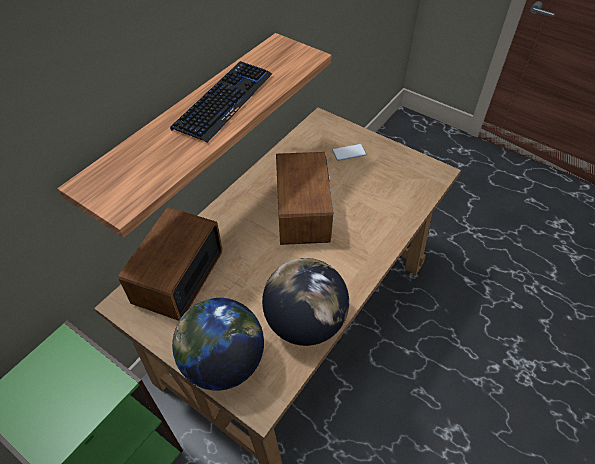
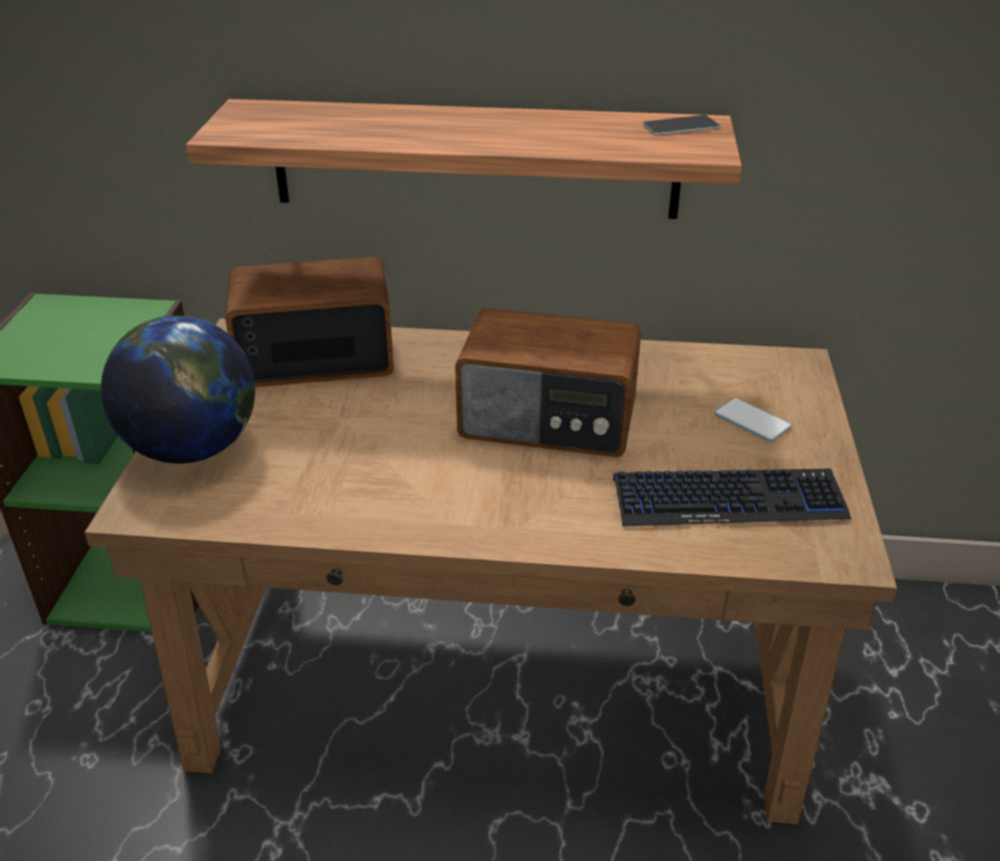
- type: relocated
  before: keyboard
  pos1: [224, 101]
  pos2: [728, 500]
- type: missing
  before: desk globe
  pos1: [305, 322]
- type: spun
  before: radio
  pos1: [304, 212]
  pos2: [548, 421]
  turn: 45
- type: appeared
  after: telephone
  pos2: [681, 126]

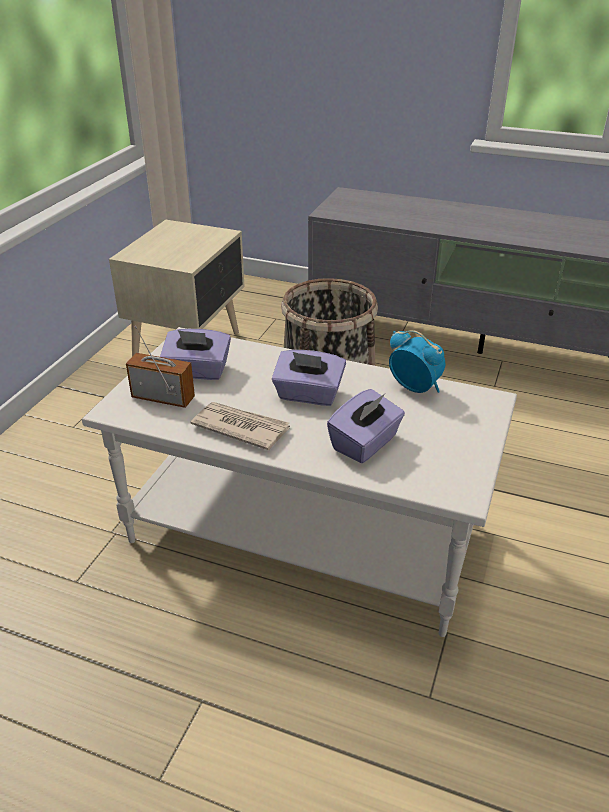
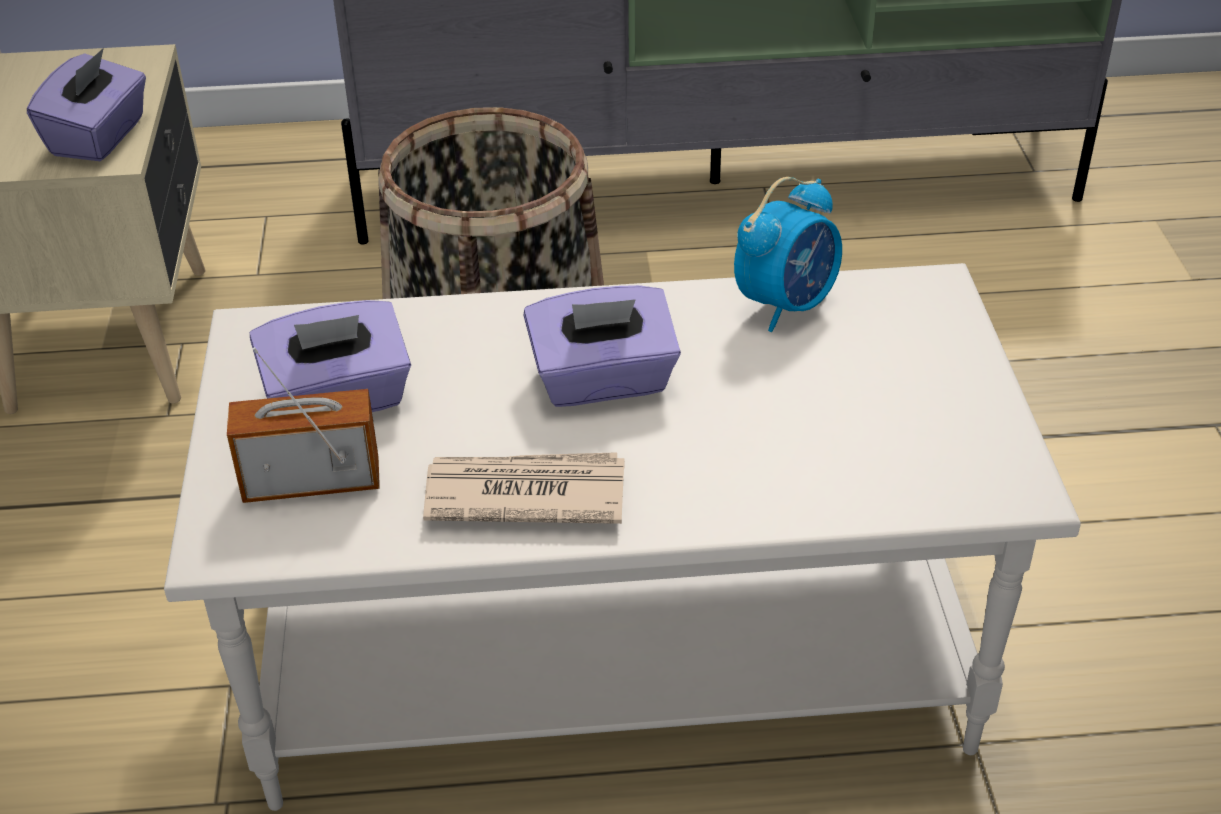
- type: relocated
  before: purple box of tissues
  pos1: [365, 443]
  pos2: [99, 137]
- type: spun
  before: alarm clock
  pos1: [415, 387]
  pos2: [787, 305]
  turn: 120

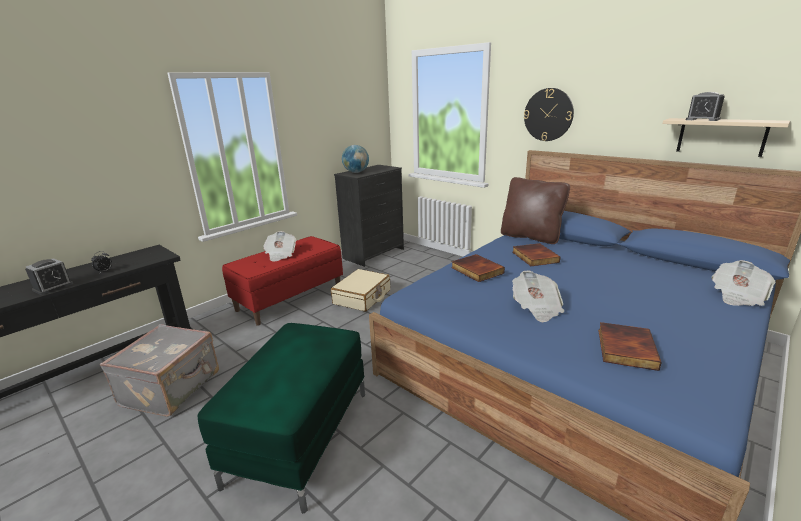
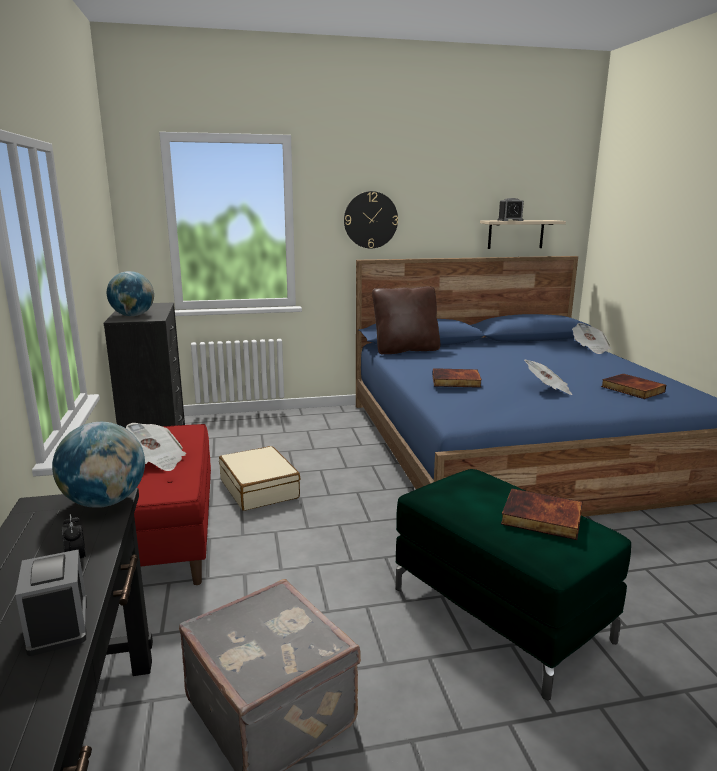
- type: relocated
  before: book
  pos1: [534, 257]
  pos2: [541, 518]
- type: appeared
  after: desk globe
  pos2: [105, 502]

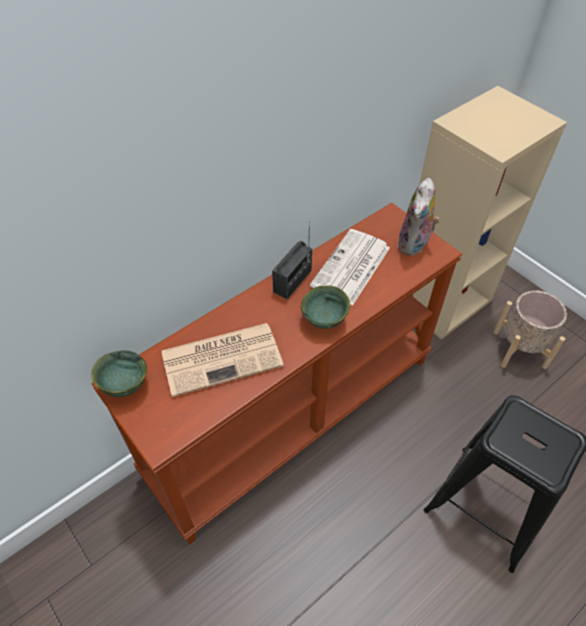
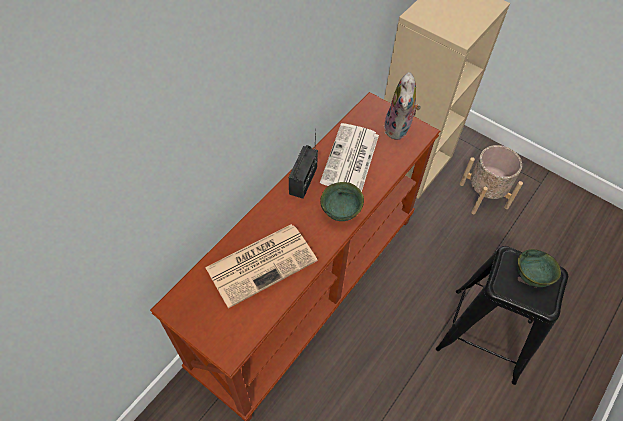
- type: relocated
  before: green bowl
  pos1: [124, 386]
  pos2: [530, 277]

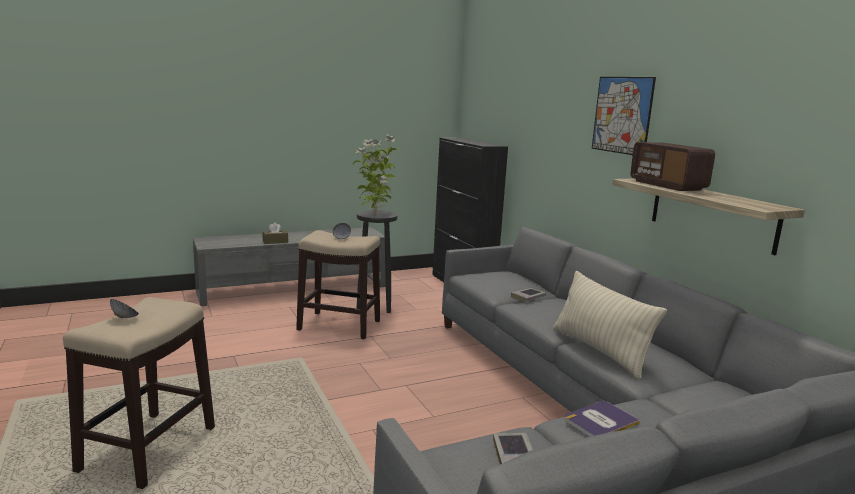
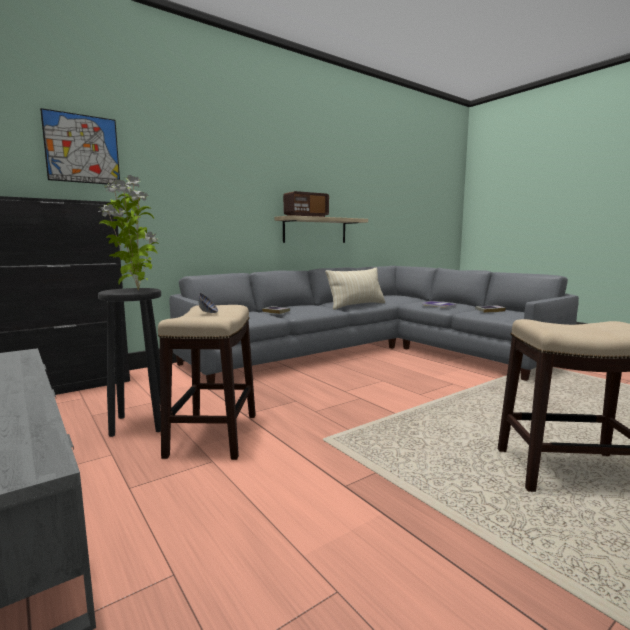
- type: missing
  before: bowl
  pos1: [124, 318]
- type: missing
  before: brownish box of tissues
  pos1: [275, 241]
- type: relocated
  before: picture
  pos1: [622, 115]
  pos2: [82, 149]

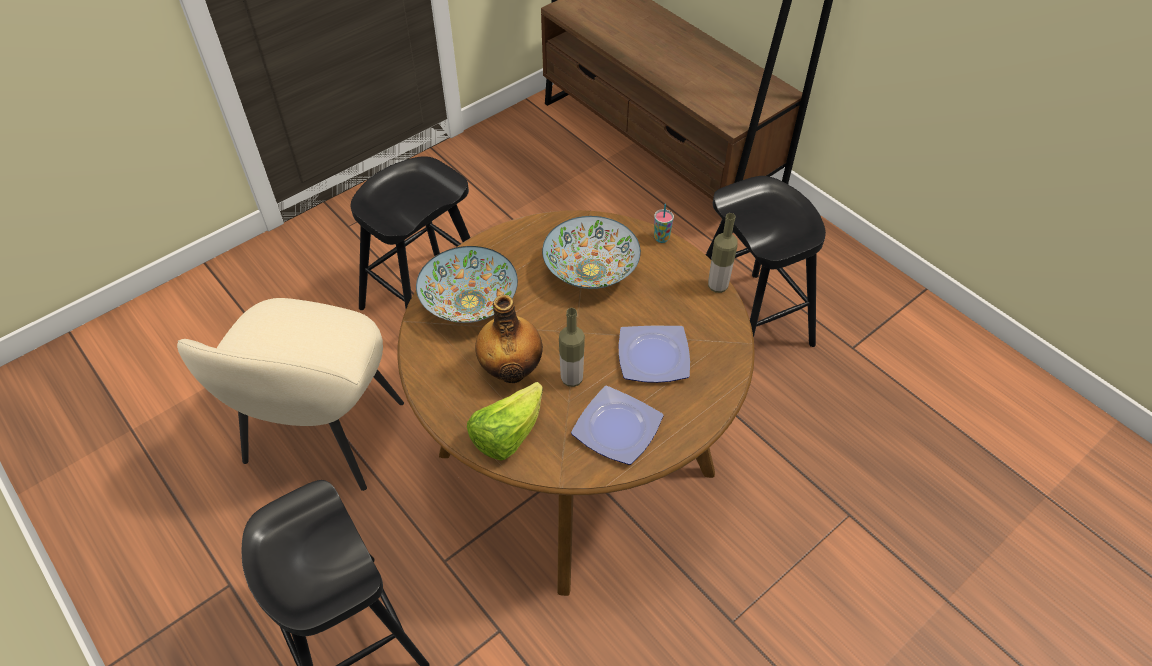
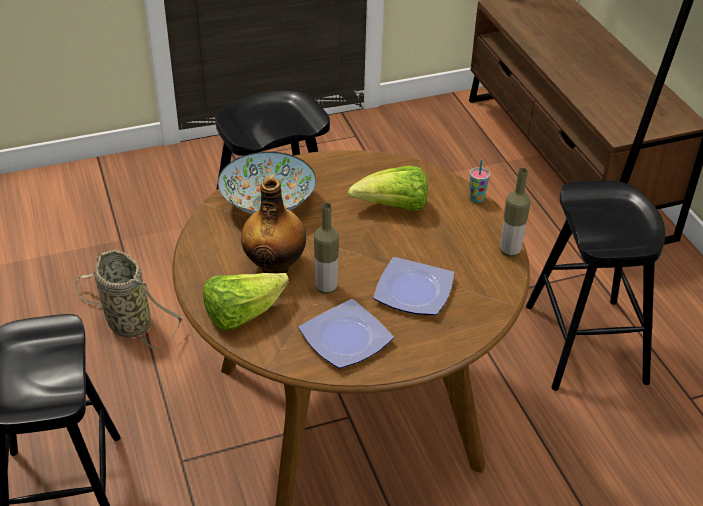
- type: exchanged
  before: beige-coloured upright chair
  after: storage basket
  pos1: [322, 436]
  pos2: [126, 322]
- type: exchanged
  before: bowl
  after: head of lettuce
  pos1: [591, 271]
  pos2: [393, 207]

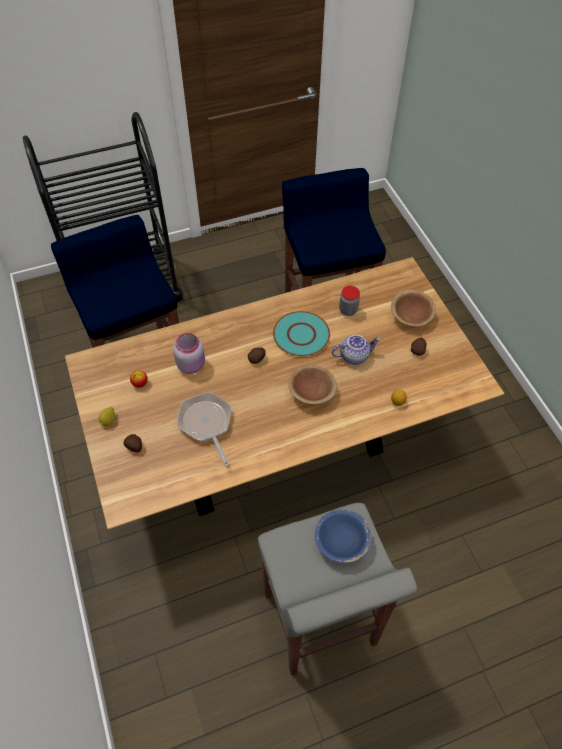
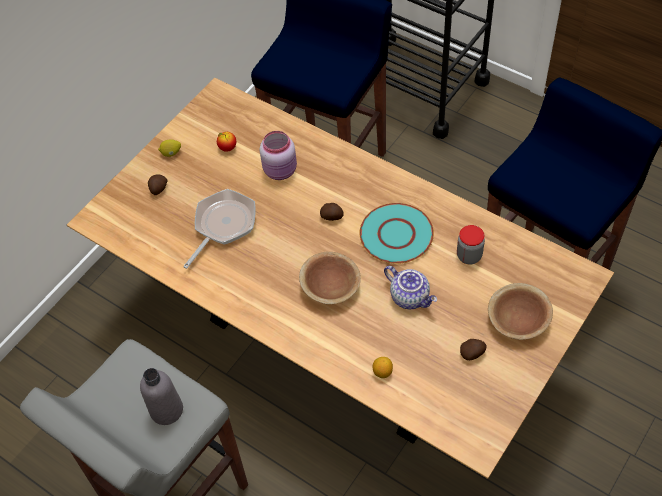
- type: exchanged
  before: blue bowl
  after: grey drink bottle
  pos1: [341, 541]
  pos2: [166, 410]

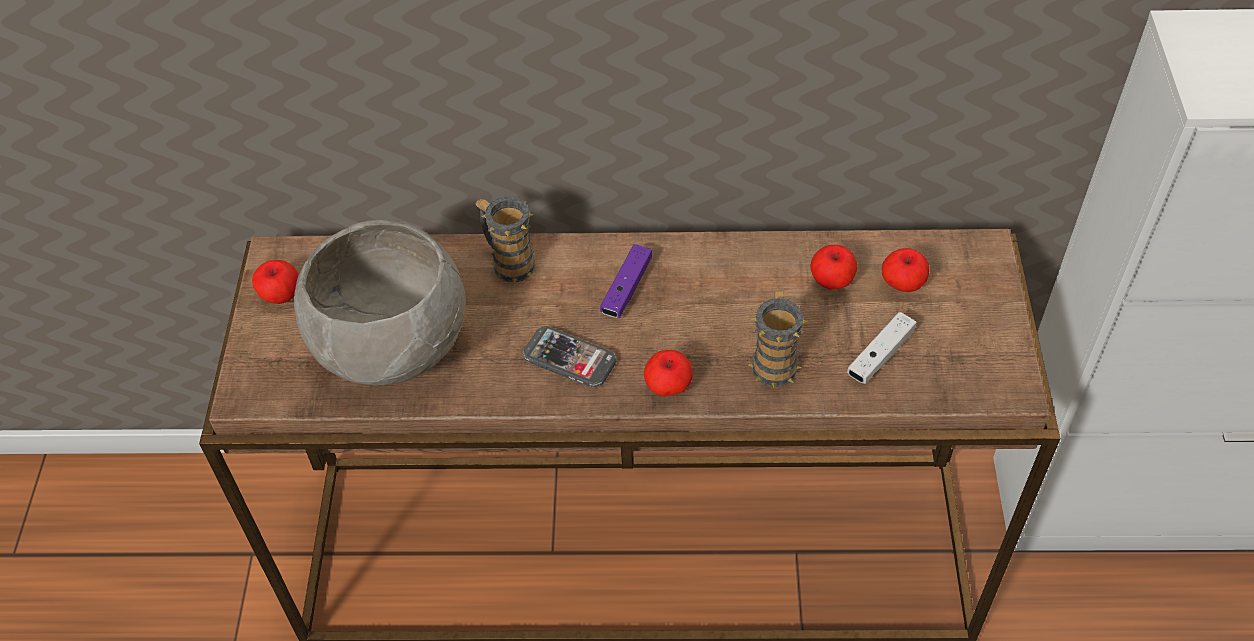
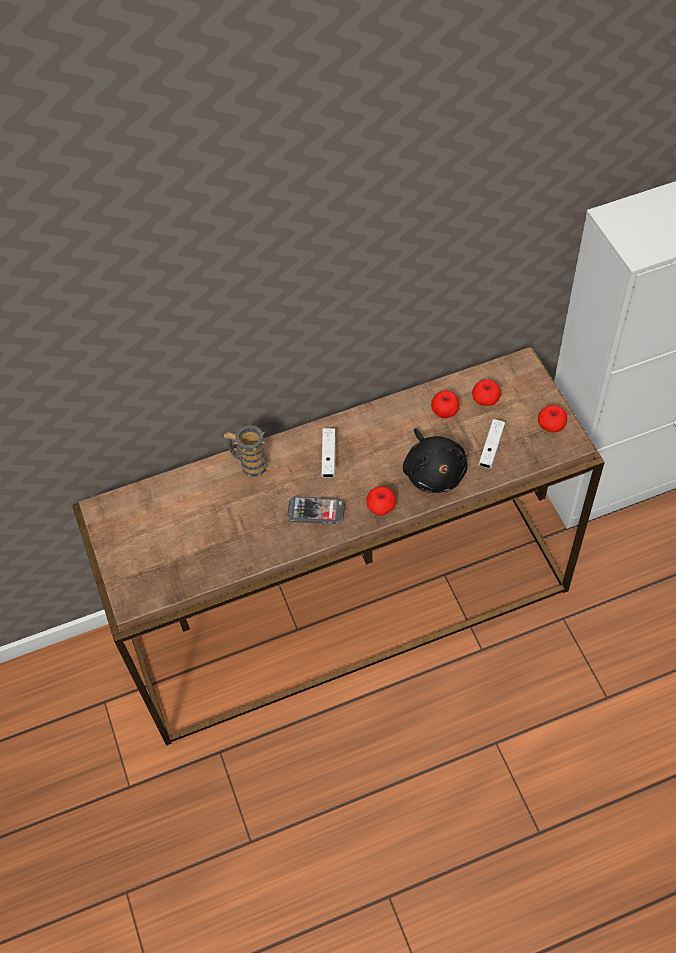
- type: relocated
  before: apple
  pos1: [281, 295]
  pos2: [550, 426]
- type: missing
  before: grey bowl
  pos1: [394, 346]
- type: colour
  before: purple joypad
  after: white-coloured joypad
  pos1: [627, 288]
  pos2: [328, 456]
- type: exchanged
  before: tea mug
  after: black cuddly toy
  pos1: [774, 361]
  pos2: [434, 472]

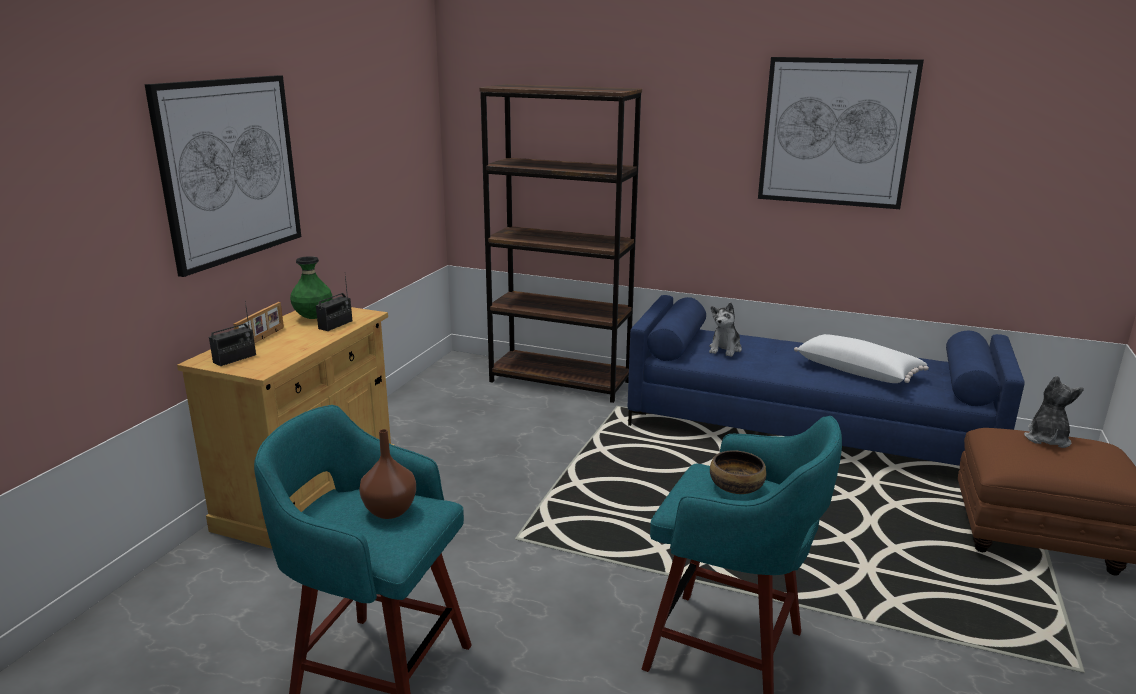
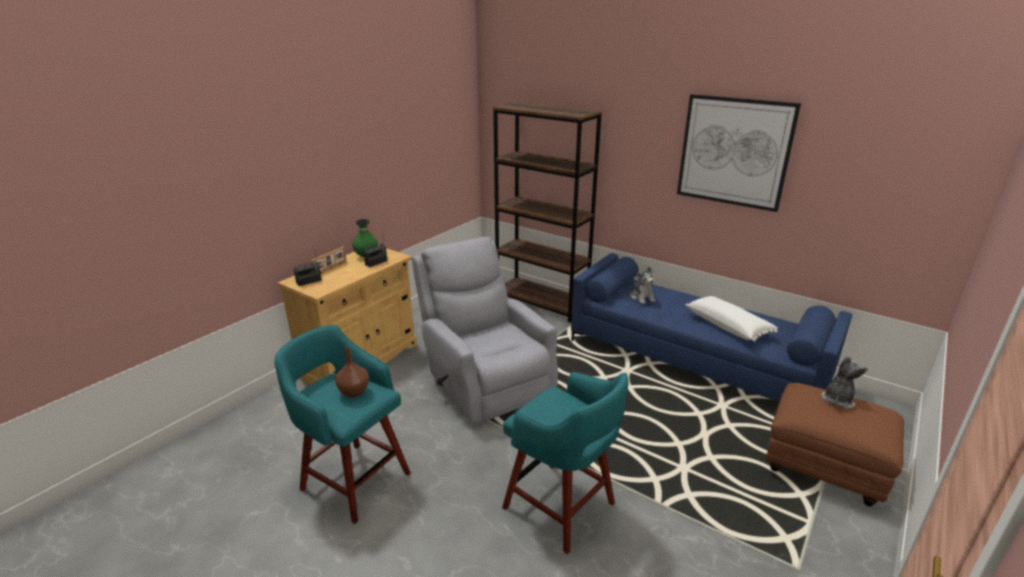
- type: missing
  before: picture
  pos1: [230, 170]
- type: spun
  before: cuddly toy
  pos1: [725, 349]
  pos2: [642, 297]
  turn: -60
- type: missing
  before: bowl
  pos1: [735, 486]
- type: appeared
  after: grey easy chair
  pos2: [484, 379]

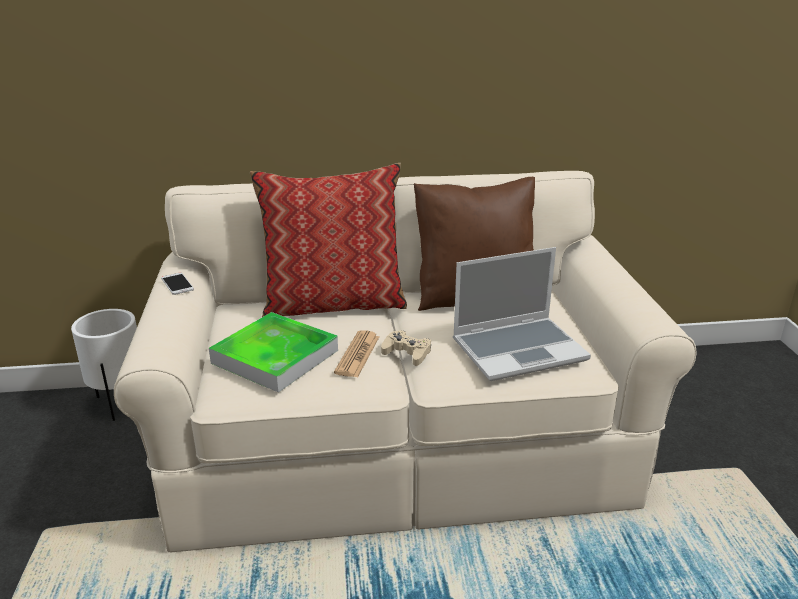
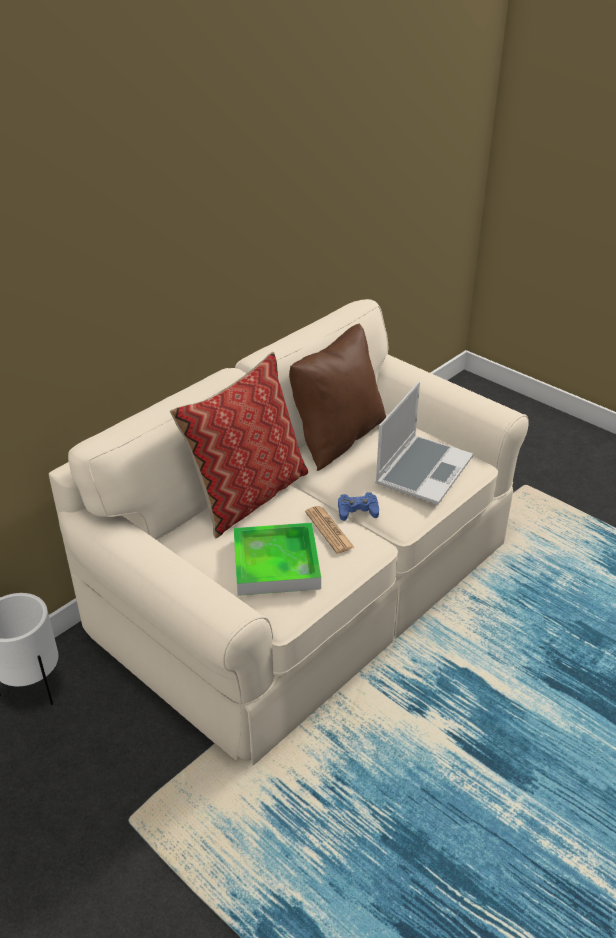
- type: missing
  before: telephone
  pos1: [177, 284]
- type: colour
  before: beige-coloured joypad
  after: blue joypad
  pos1: [407, 353]
  pos2: [357, 510]

